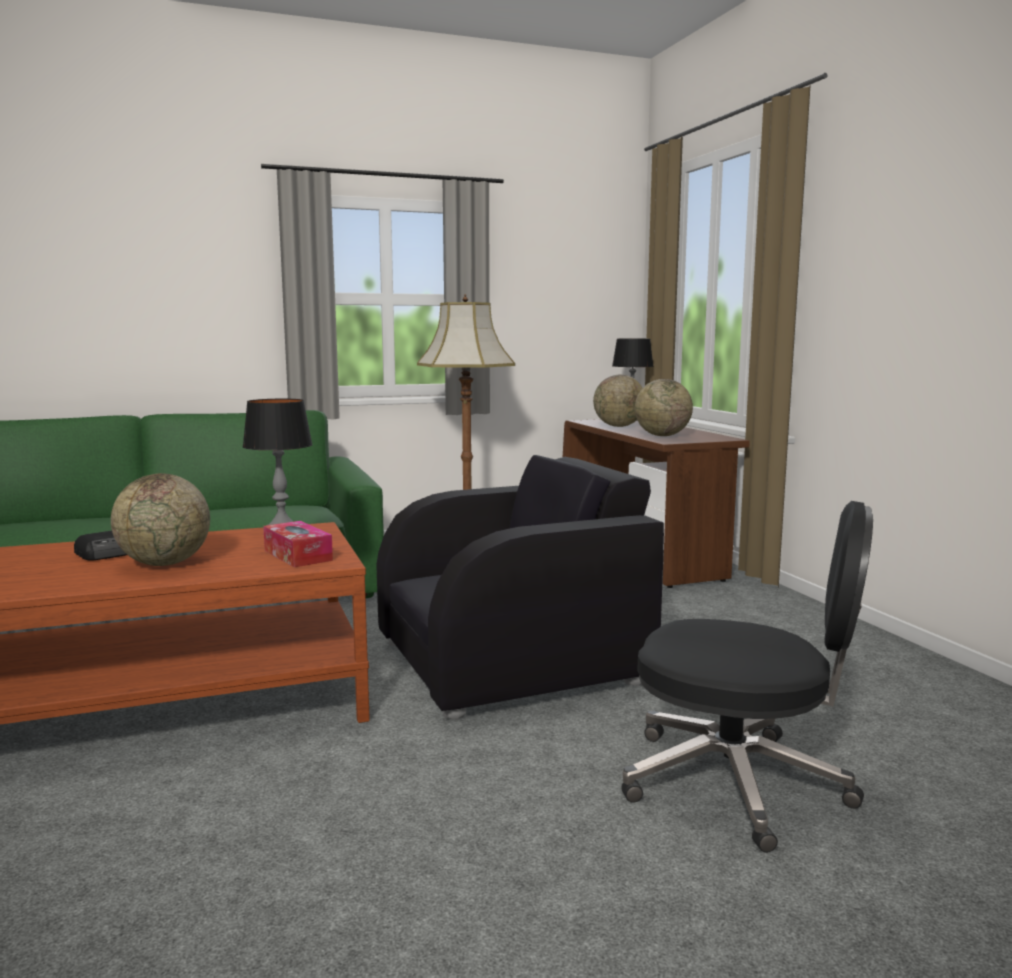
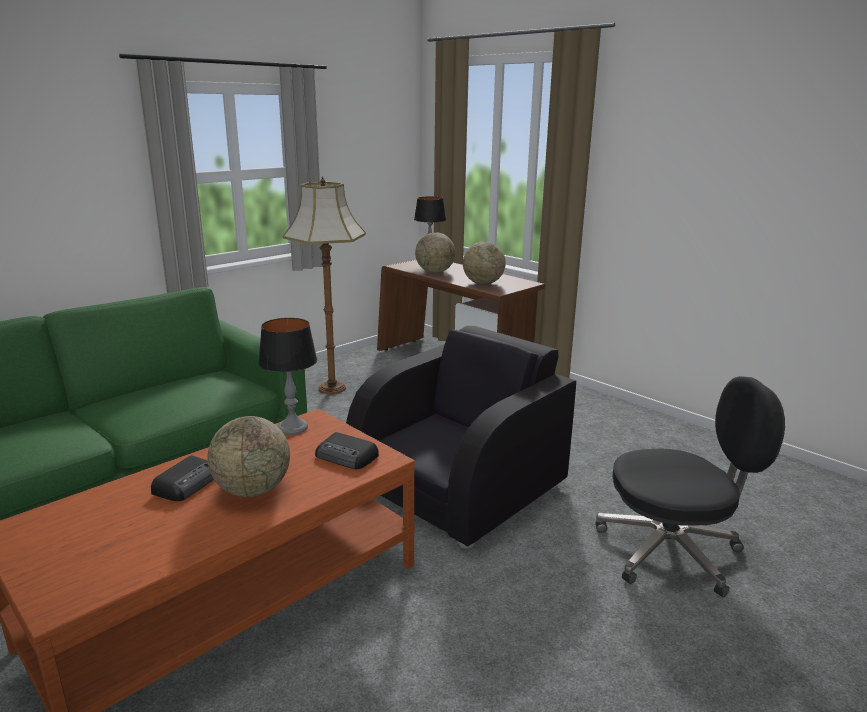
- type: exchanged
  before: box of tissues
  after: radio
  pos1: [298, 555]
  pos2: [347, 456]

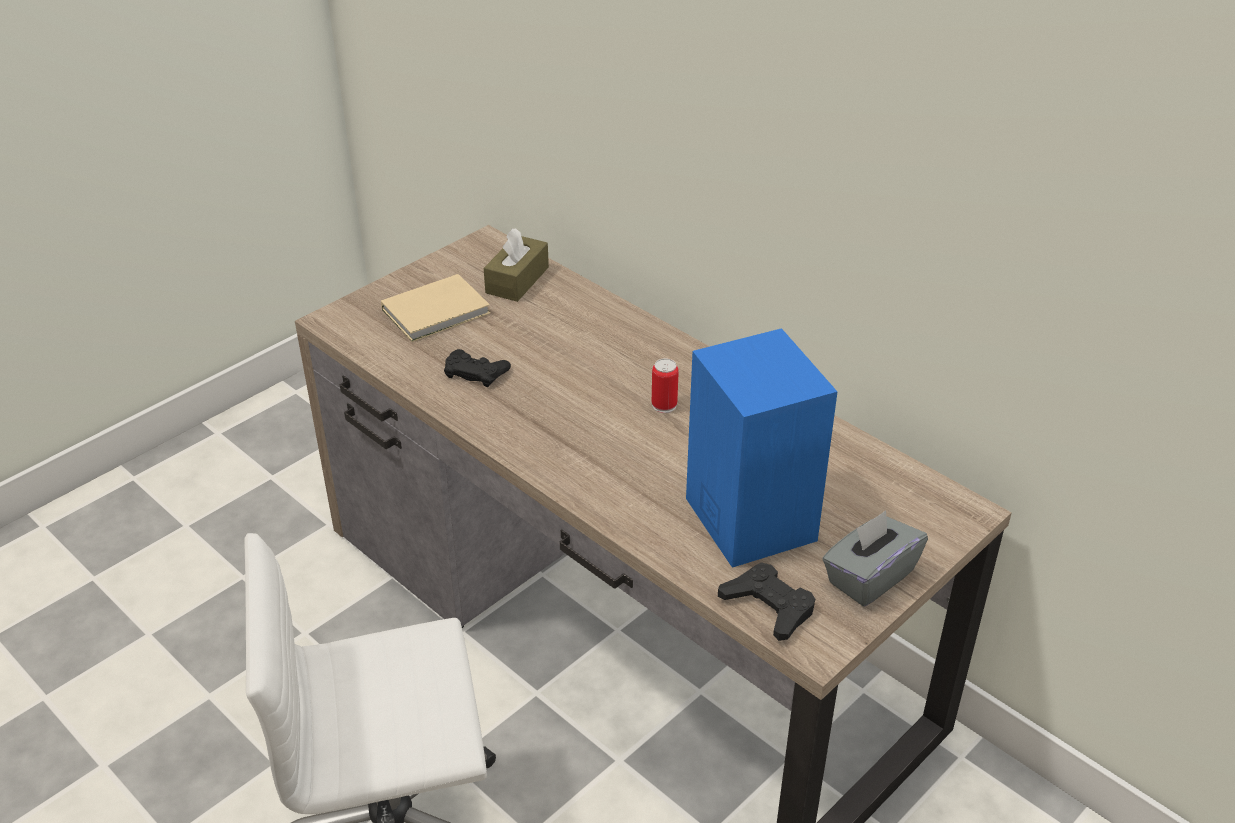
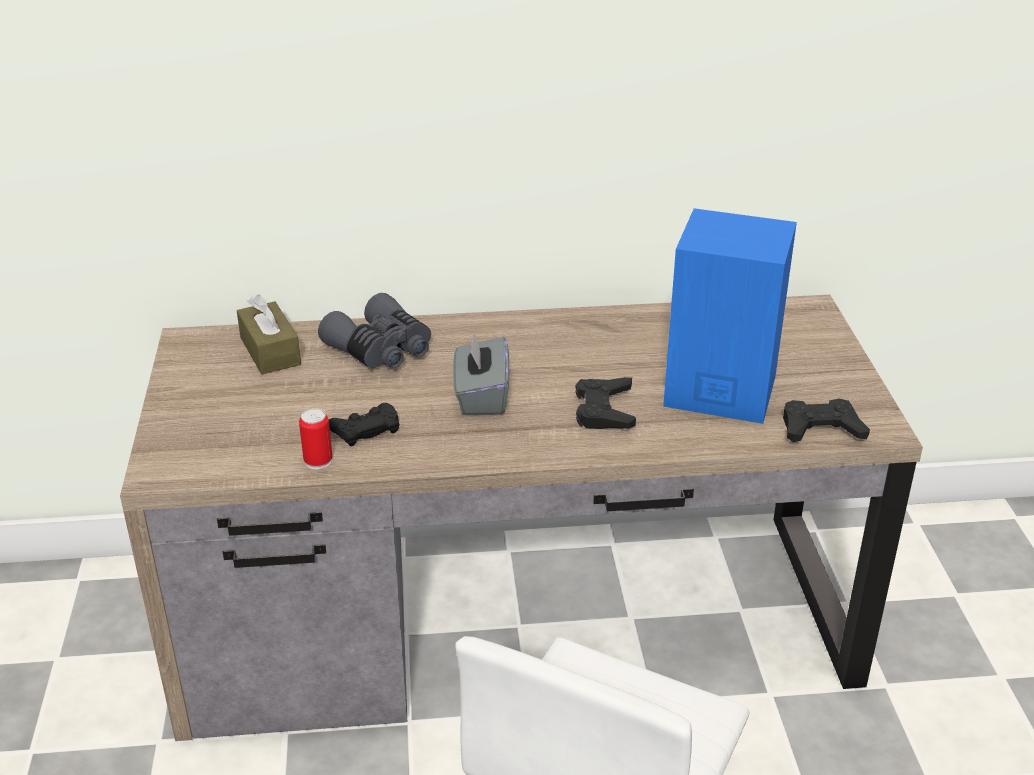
- type: missing
  before: beige-coloured book
  pos1: [439, 311]
- type: relocated
  before: sealed can
  pos1: [664, 405]
  pos2: [318, 461]
- type: relocated
  before: grey box of tissues
  pos1: [869, 577]
  pos2: [481, 397]
- type: appeared
  after: grey field glasses
  pos2: [382, 350]
- type: appeared
  after: black joypad
  pos2: [604, 410]

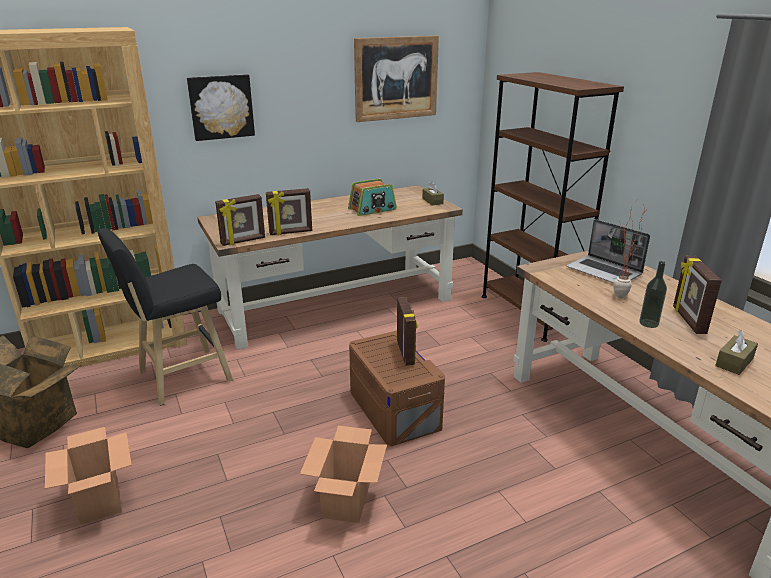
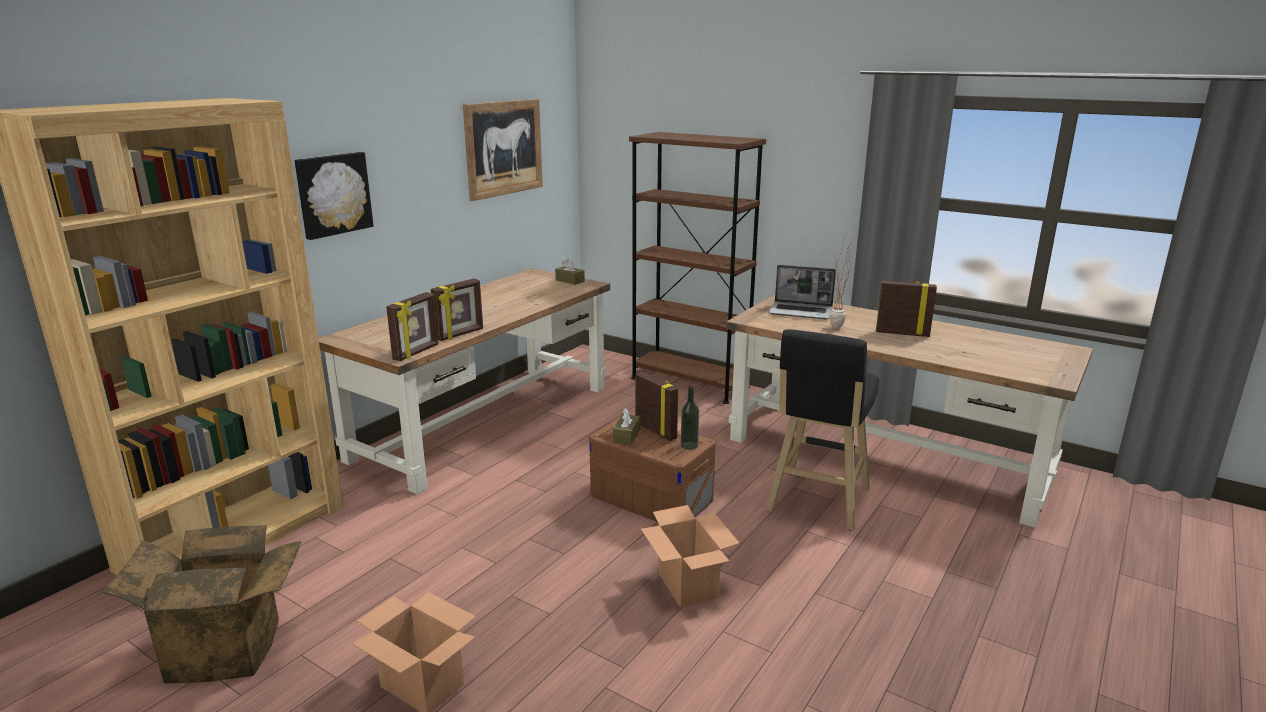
- type: relocated
  before: black stool
  pos1: [180, 378]
  pos2: [816, 502]
- type: missing
  before: radio
  pos1: [372, 209]
- type: relocated
  before: drink bottle
  pos1: [648, 323]
  pos2: [689, 445]
- type: spun
  before: standing frame
  pos1: [688, 320]
  pos2: [902, 333]
  turn: 135
- type: relocated
  before: brownish box of tissues
  pos1: [734, 362]
  pos2: [626, 436]

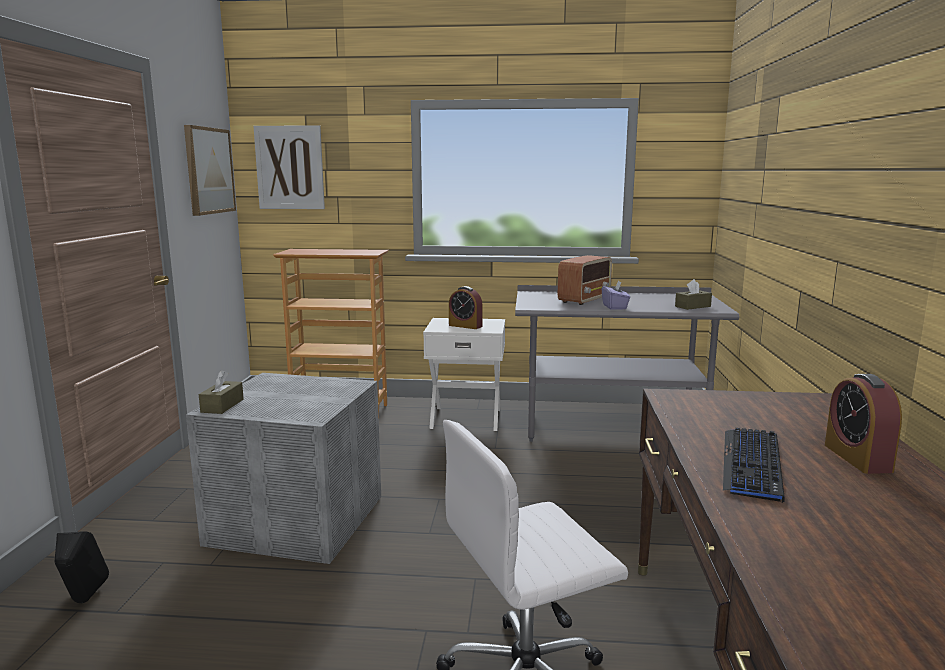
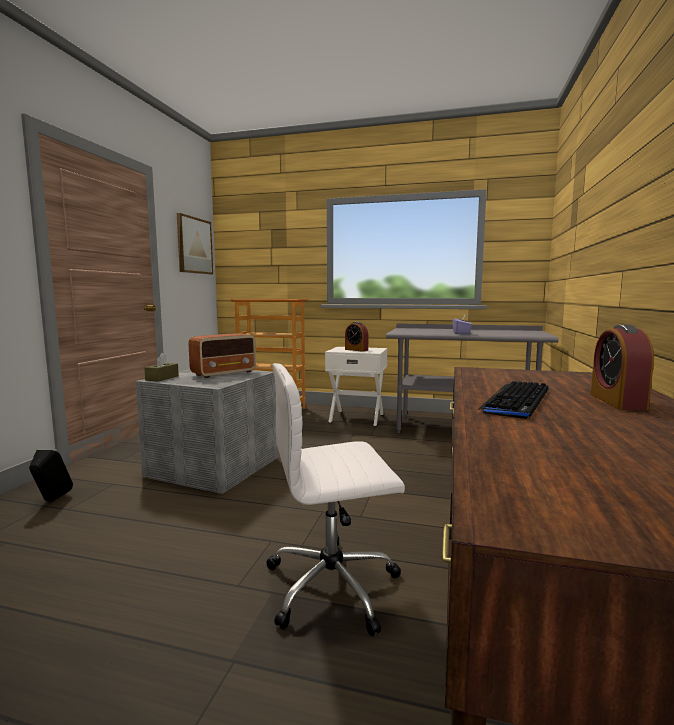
- type: missing
  before: picture
  pos1: [290, 167]
- type: relocated
  before: radio
  pos1: [585, 299]
  pos2: [224, 373]
- type: missing
  before: brownish box of tissues
  pos1: [692, 306]

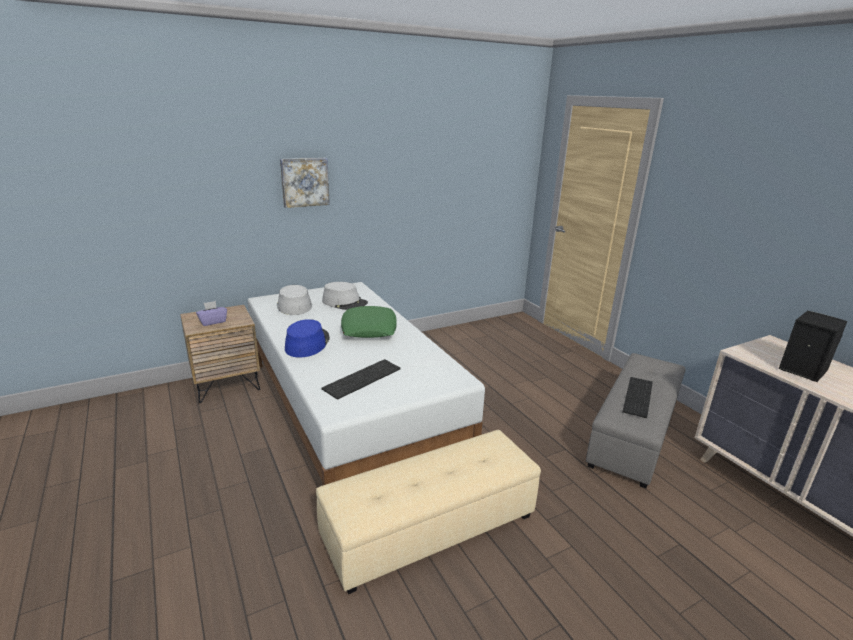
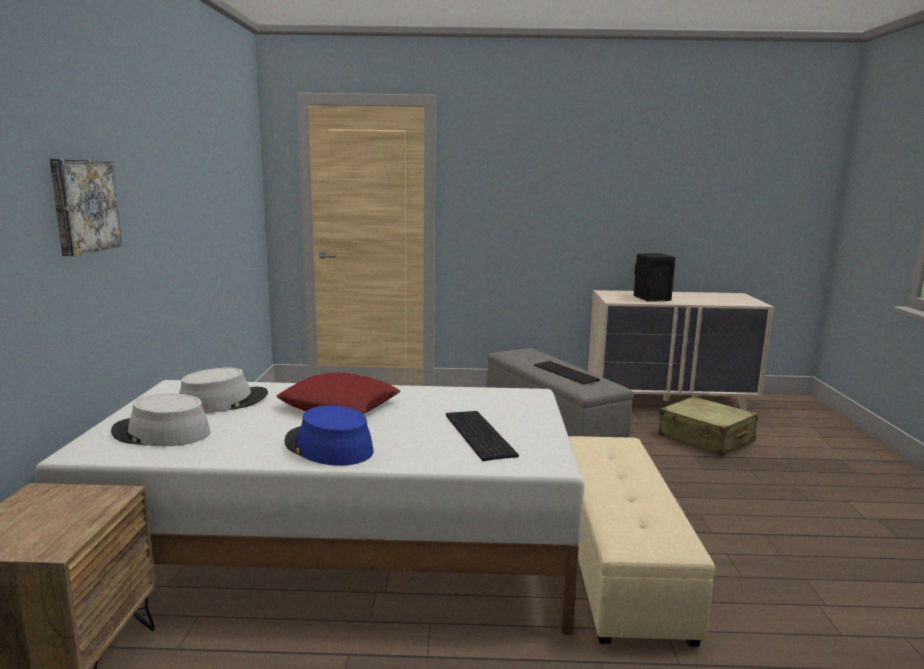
- type: missing
  before: purple box of tissues
  pos1: [213, 322]
- type: colour
  before: green pillow
  after: red-coloured pillow
  pos1: [369, 328]
  pos2: [339, 405]
- type: appeared
  after: beige-coloured travel case
  pos2: [706, 439]

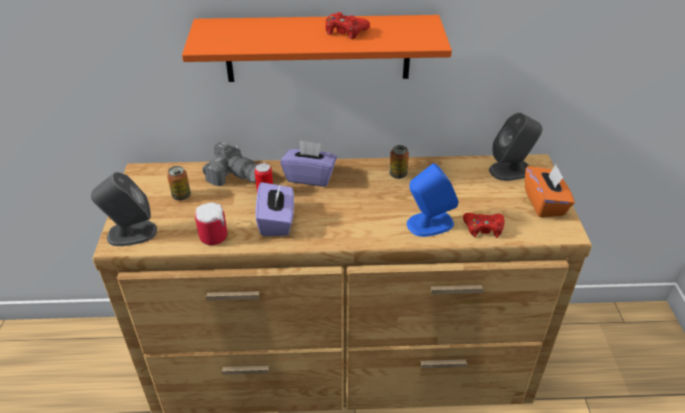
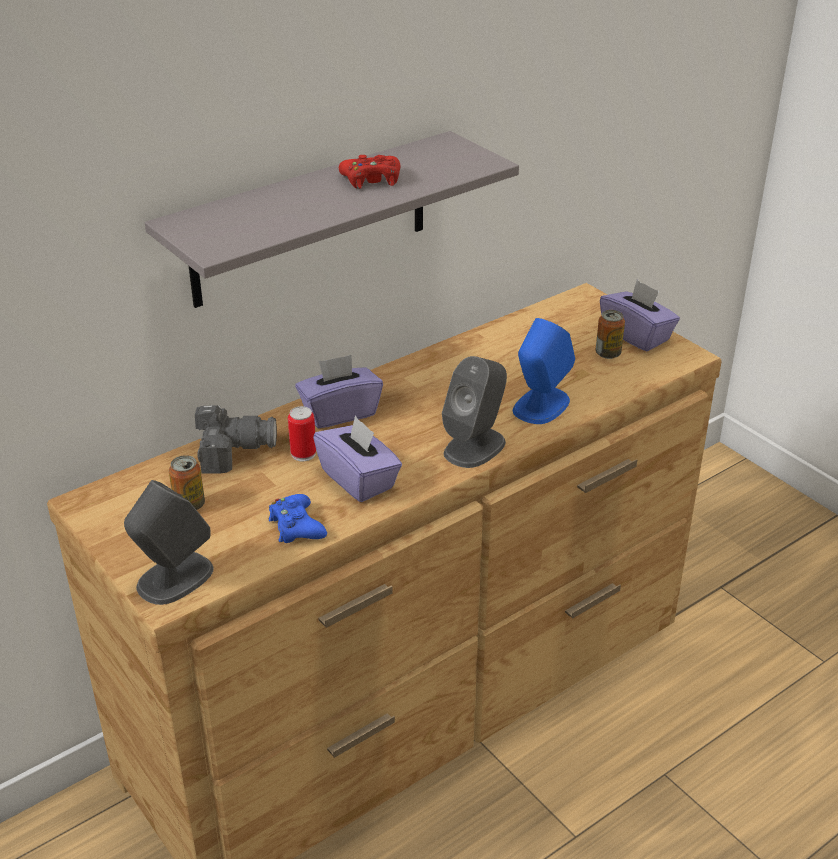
- type: colour
  before: orange shelf
  after: grey shelf
  pos1: [318, 48]
  pos2: [310, 220]
- type: exchanged
  before: tea mug
  after: blue joypad
  pos1: [216, 234]
  pos2: [296, 526]
- type: relocated
  before: sealed can
  pos1: [398, 174]
  pos2: [608, 353]
- type: missing
  before: red-coloured joypad
  pos1: [483, 228]
- type: relocated
  before: grey speaker
  pos1: [511, 170]
  pos2: [475, 447]
- type: colour
  before: orange box of tissues
  after: purple box of tissues
  pos1: [544, 203]
  pos2: [636, 335]

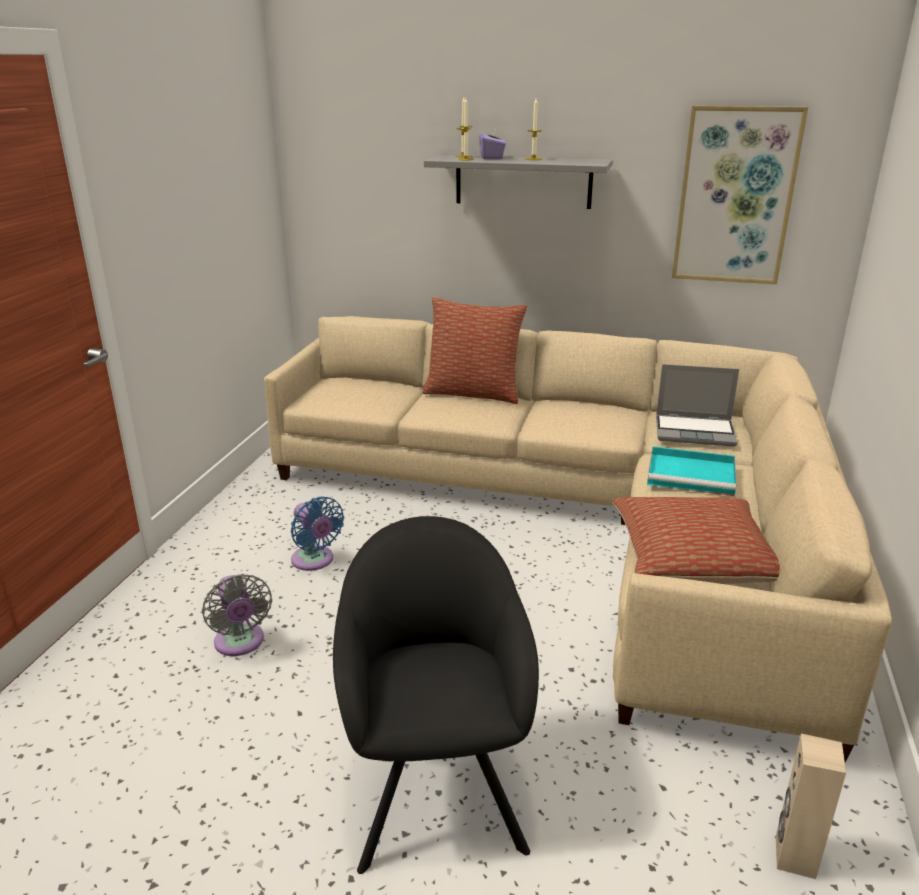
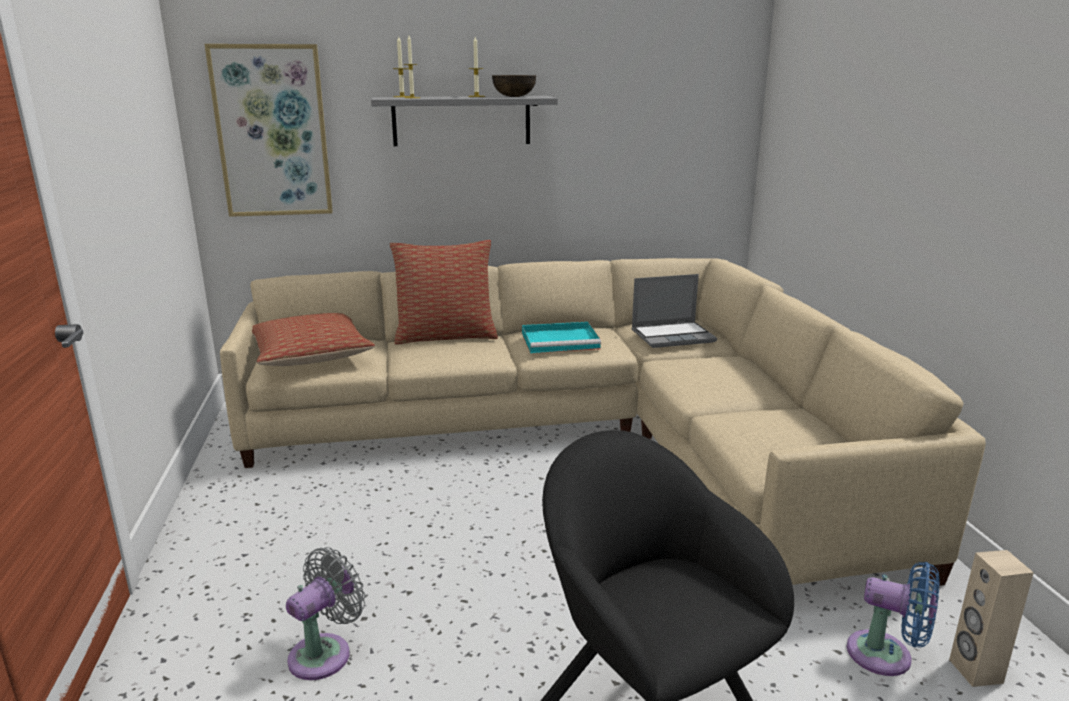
- type: spun
  before: grey cooling fan
  pos1: [240, 643]
  pos2: [325, 653]
  turn: -90
- type: relocated
  before: blue cooling fan
  pos1: [314, 561]
  pos2: [886, 656]
- type: missing
  before: purple box of tissues
  pos1: [492, 158]
- type: relocated
  before: pillow
  pos1: [693, 558]
  pos2: [311, 355]
- type: relocated
  before: turquoise carrying tray
  pos1: [693, 475]
  pos2: [561, 341]
- type: relocated
  before: picture
  pos1: [735, 196]
  pos2: [272, 132]
- type: appeared
  after: brownish bowl
  pos2: [514, 96]

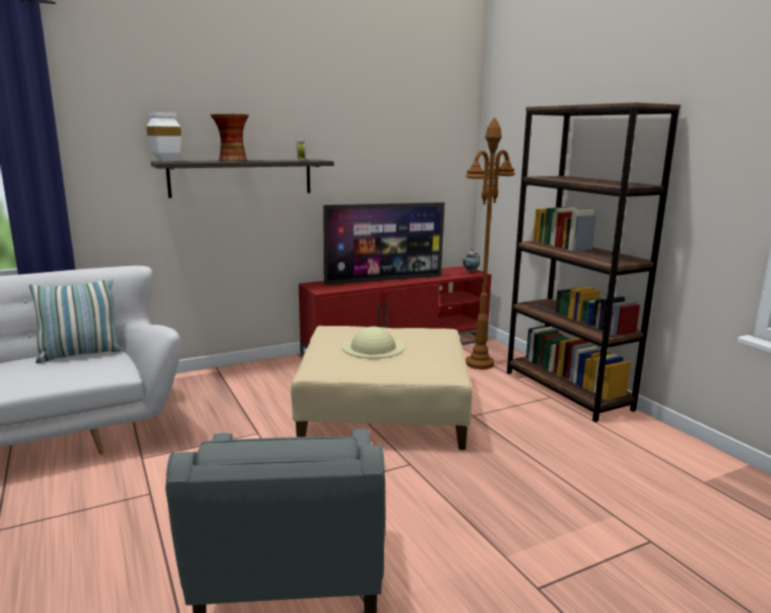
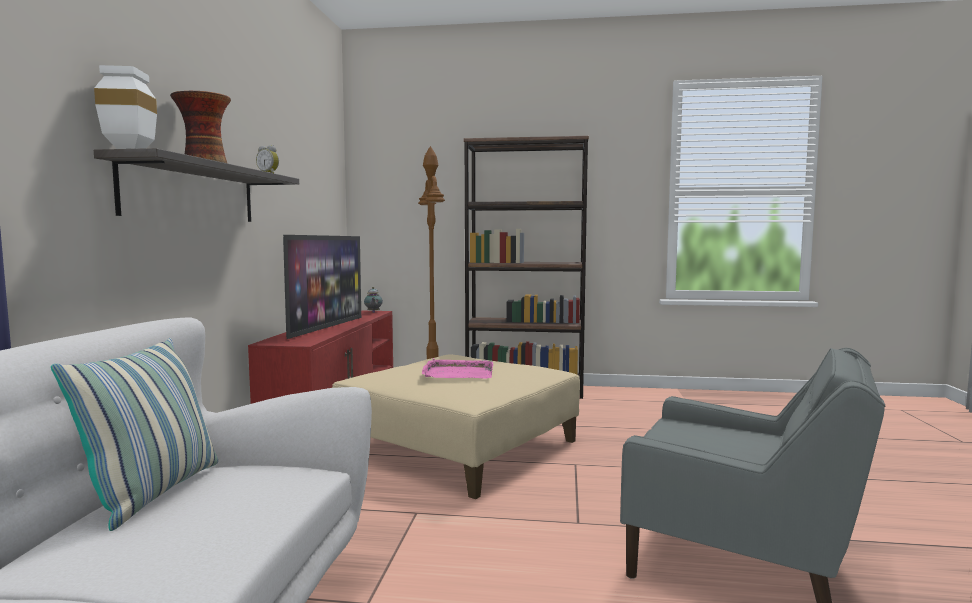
- type: exchanged
  before: beige-coloured wearable hat
  after: pink-coloured carrying tray
  pos1: [373, 347]
  pos2: [458, 373]

